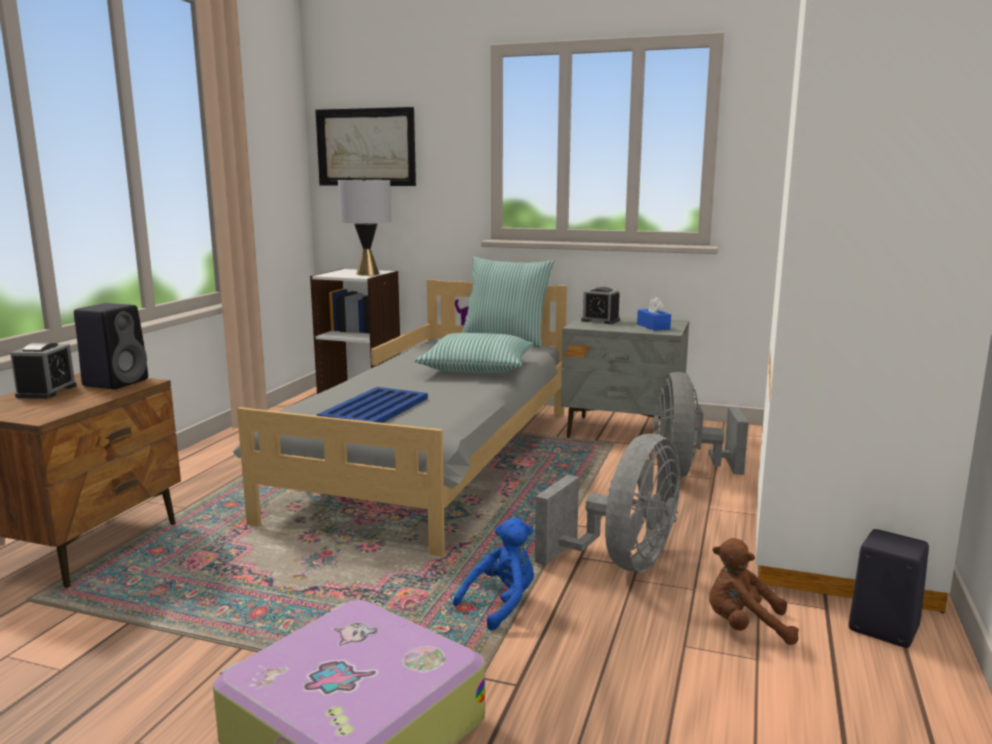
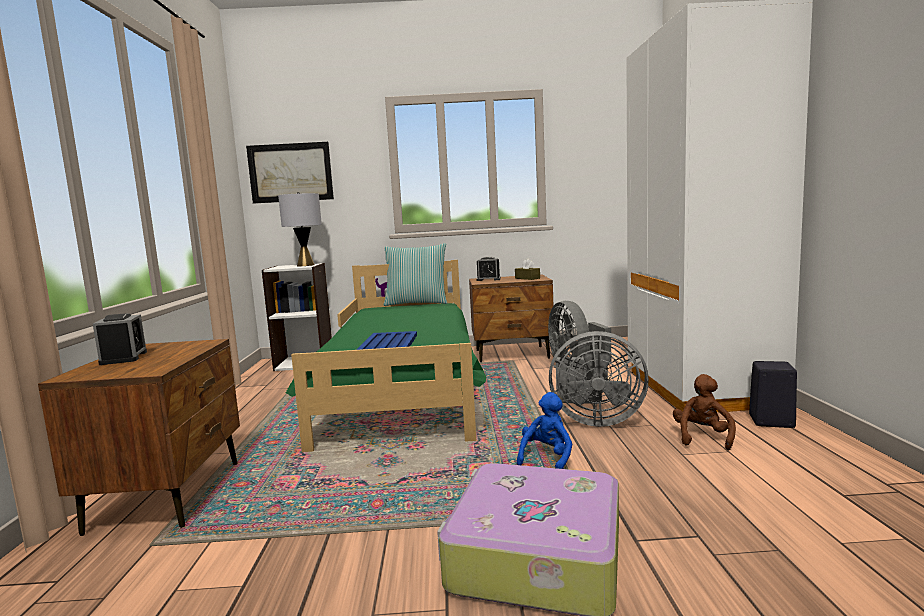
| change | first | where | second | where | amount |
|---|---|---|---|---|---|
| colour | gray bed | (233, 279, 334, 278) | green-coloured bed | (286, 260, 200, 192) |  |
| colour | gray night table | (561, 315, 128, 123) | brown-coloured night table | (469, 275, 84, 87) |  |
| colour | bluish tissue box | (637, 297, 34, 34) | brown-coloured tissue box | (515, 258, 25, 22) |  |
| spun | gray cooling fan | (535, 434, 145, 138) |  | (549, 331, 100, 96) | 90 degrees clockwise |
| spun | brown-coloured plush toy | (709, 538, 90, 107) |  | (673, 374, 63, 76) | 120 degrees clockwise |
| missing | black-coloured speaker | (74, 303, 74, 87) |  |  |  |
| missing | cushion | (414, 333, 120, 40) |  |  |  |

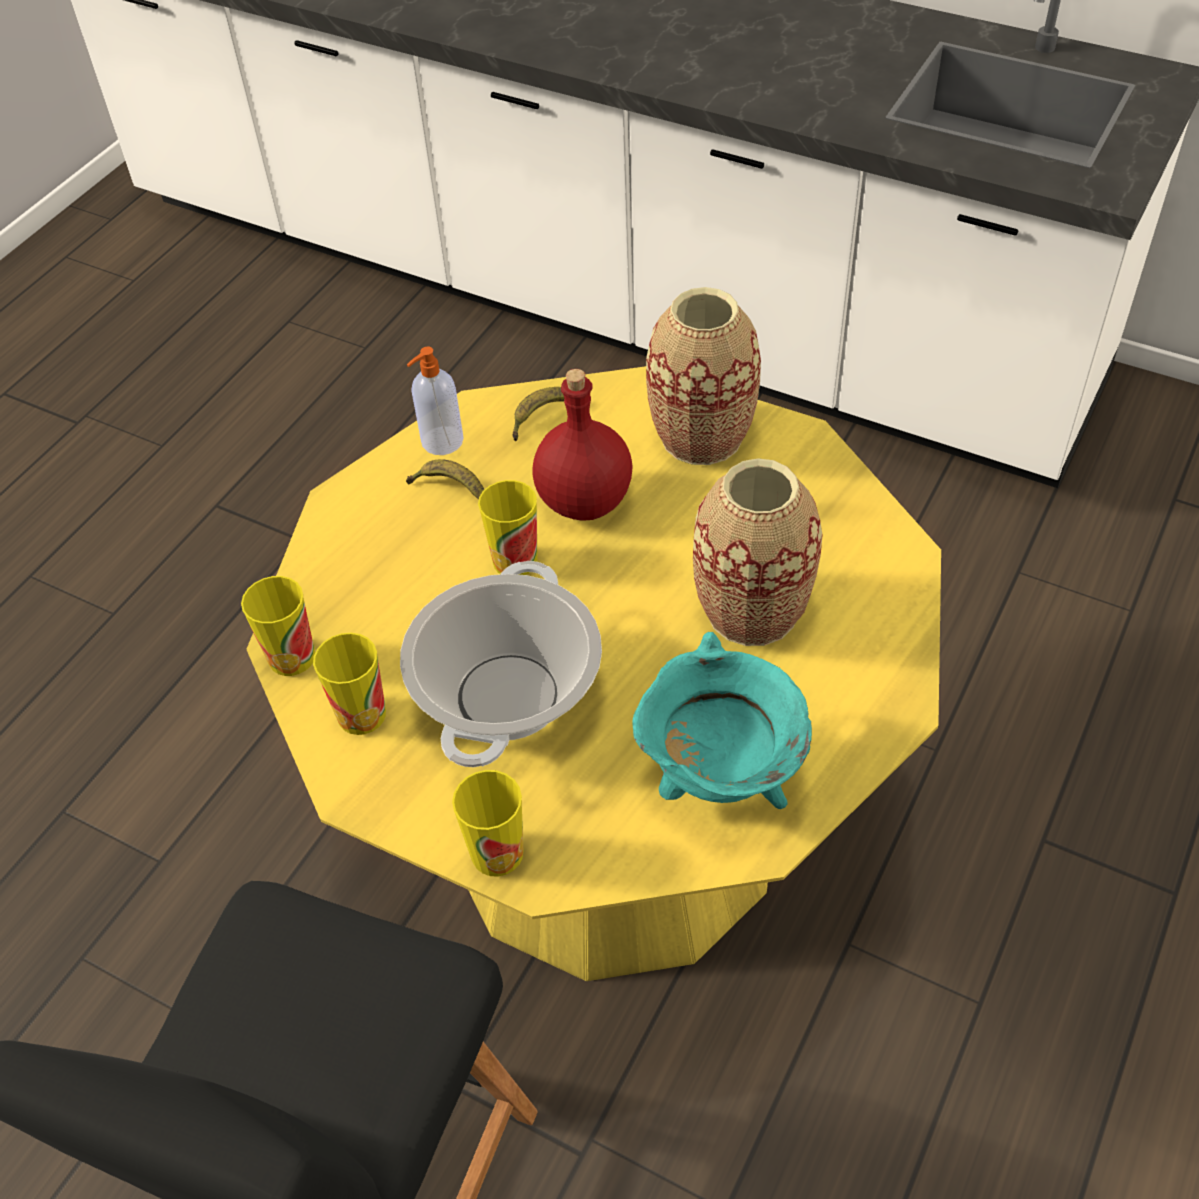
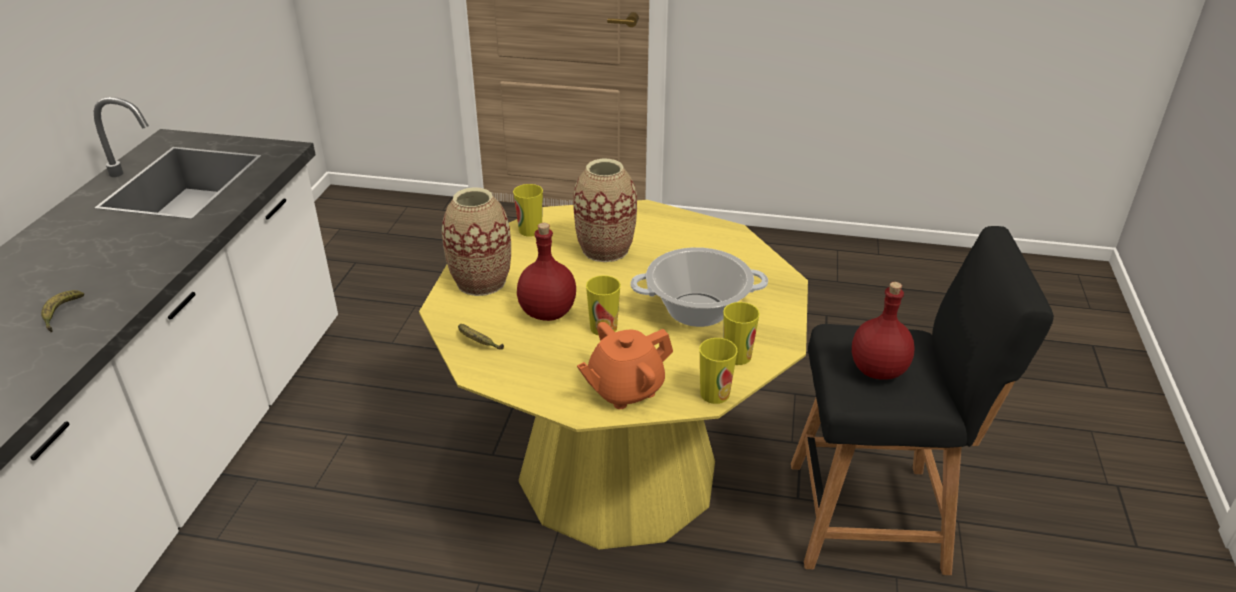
| change | first | where | second | where | amount |
|---|---|---|---|---|---|
| relocated | whole banana | (406, 459, 78, 40) |  | (41, 290, 43, 42) |  |
| relocated | small cup | (452, 770, 71, 107) |  | (513, 184, 30, 53) |  |
| appeared |  |  | orange tea pot | (577, 322, 96, 87) |  |
| appeared |  |  | red-coloured bottle | (852, 282, 62, 98) |  |
| missing | liquid soap bottle | (407, 347, 57, 108) |  |  |  |
| missing | blue-green cooking pot | (632, 632, 180, 177) |  |  |  |

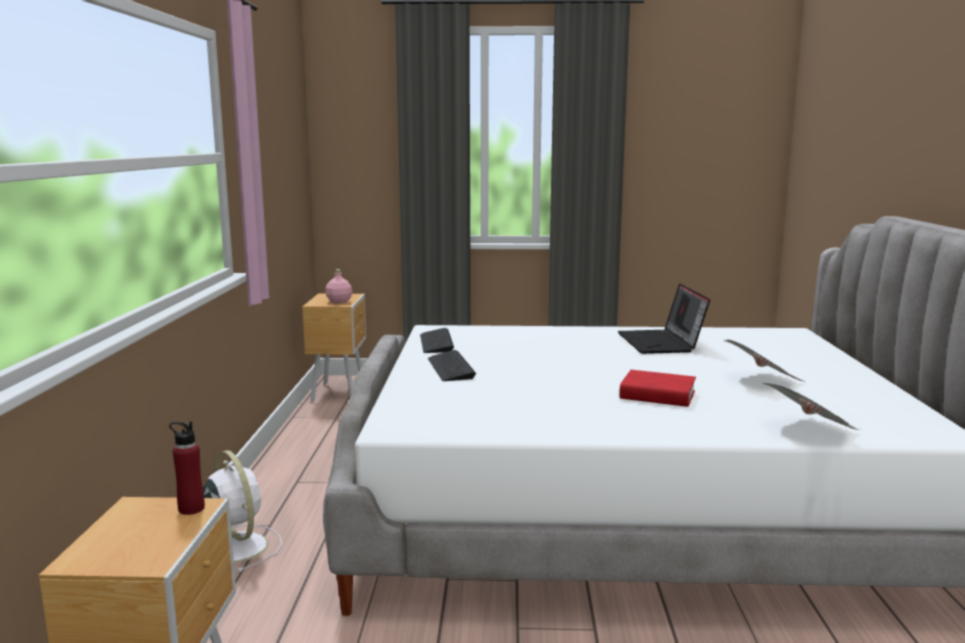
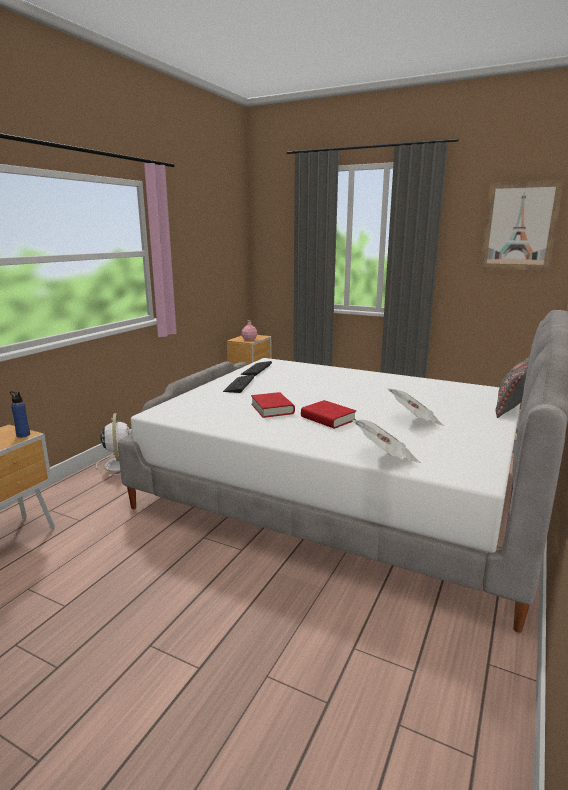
| change | first | where | second | where | amount |
|---|---|---|---|---|---|
| colour | red-coloured bottle | (169, 421, 36, 94) | bluish bottle | (10, 391, 20, 47) |  |
| appeared |  |  | red-coloured volume | (251, 392, 44, 26) |  |
| appeared |  |  | wall picture | (480, 180, 84, 91) |  |
| appeared |  |  | gray cushion | (496, 356, 34, 62) |  |
| missing | notebook computer | (618, 283, 92, 71) |  |  |  |

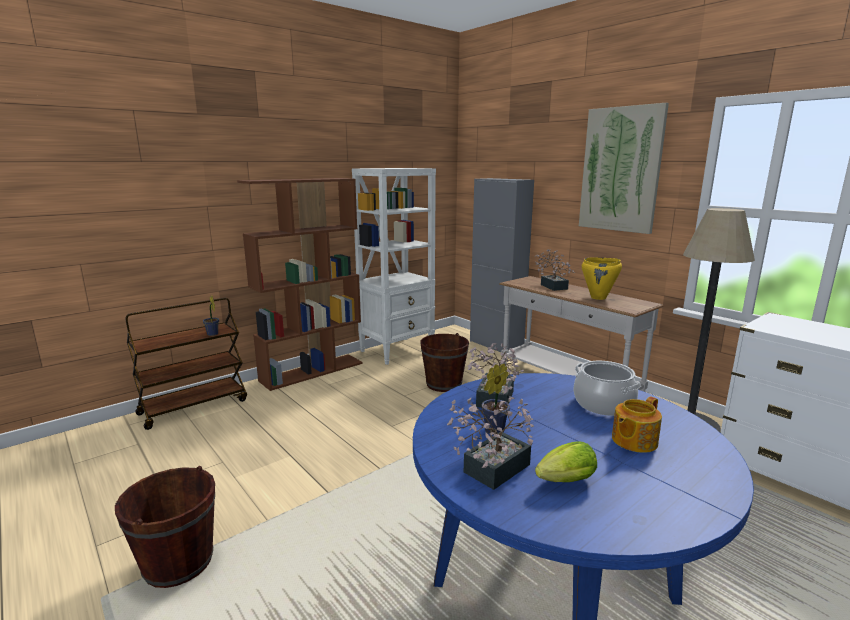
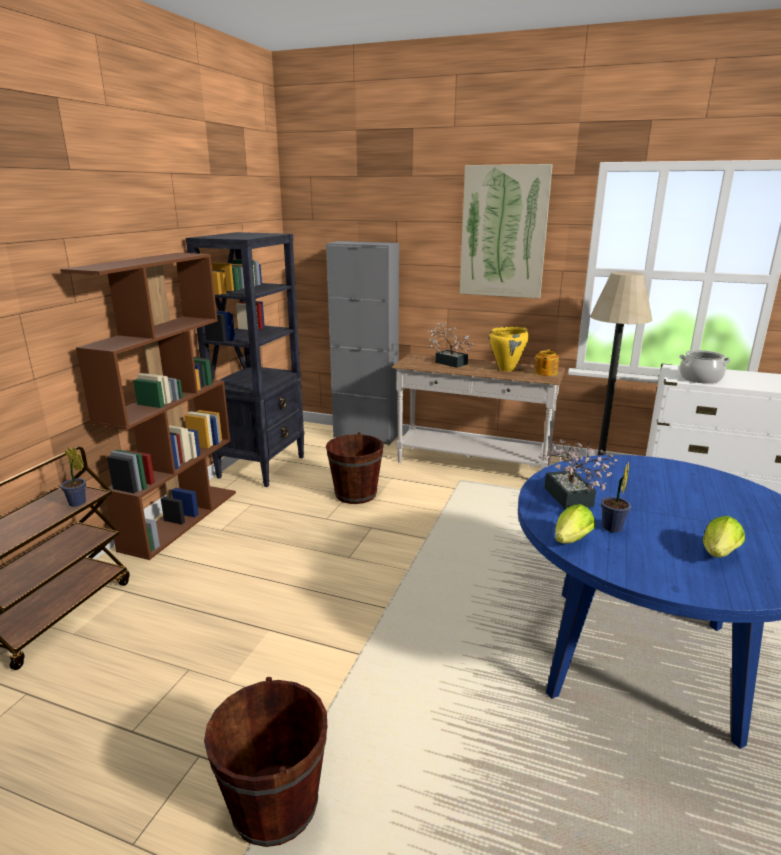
| change | first | where | second | where | amount |
|---|---|---|---|---|---|
| colour | whitish bookshelf | (352, 168, 84, 197) | black-coloured bookshelf | (186, 232, 119, 255) |  |
| relocated | tea pot | (612, 397, 50, 56) |  | (534, 349, 25, 27) |  |
| appeared |  |  | lettuce head | (555, 504, 41, 40) |  |
| relocated | cooking pot | (574, 361, 67, 55) |  | (679, 350, 51, 34) |  |
| missing | houseplant | (447, 397, 87, 93) |  |  |  |

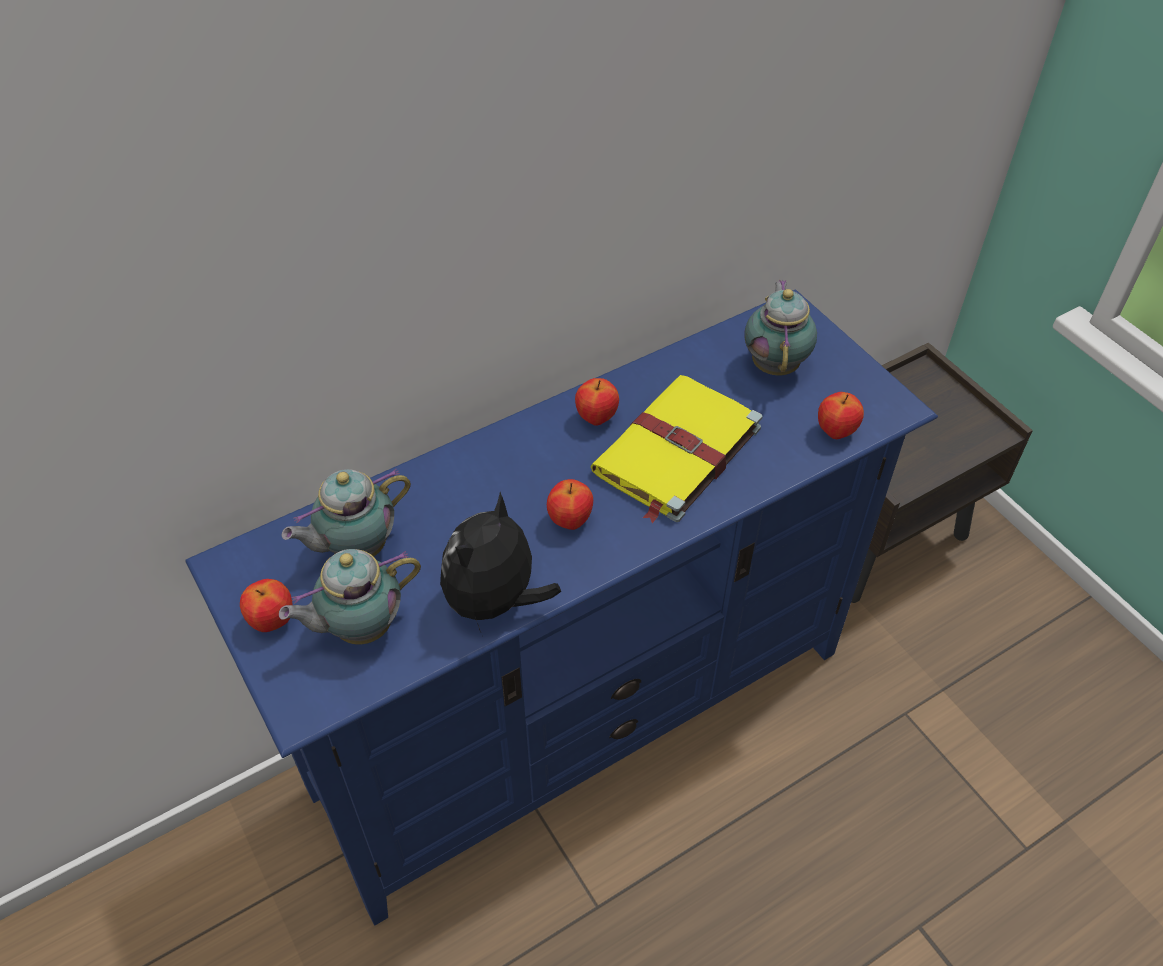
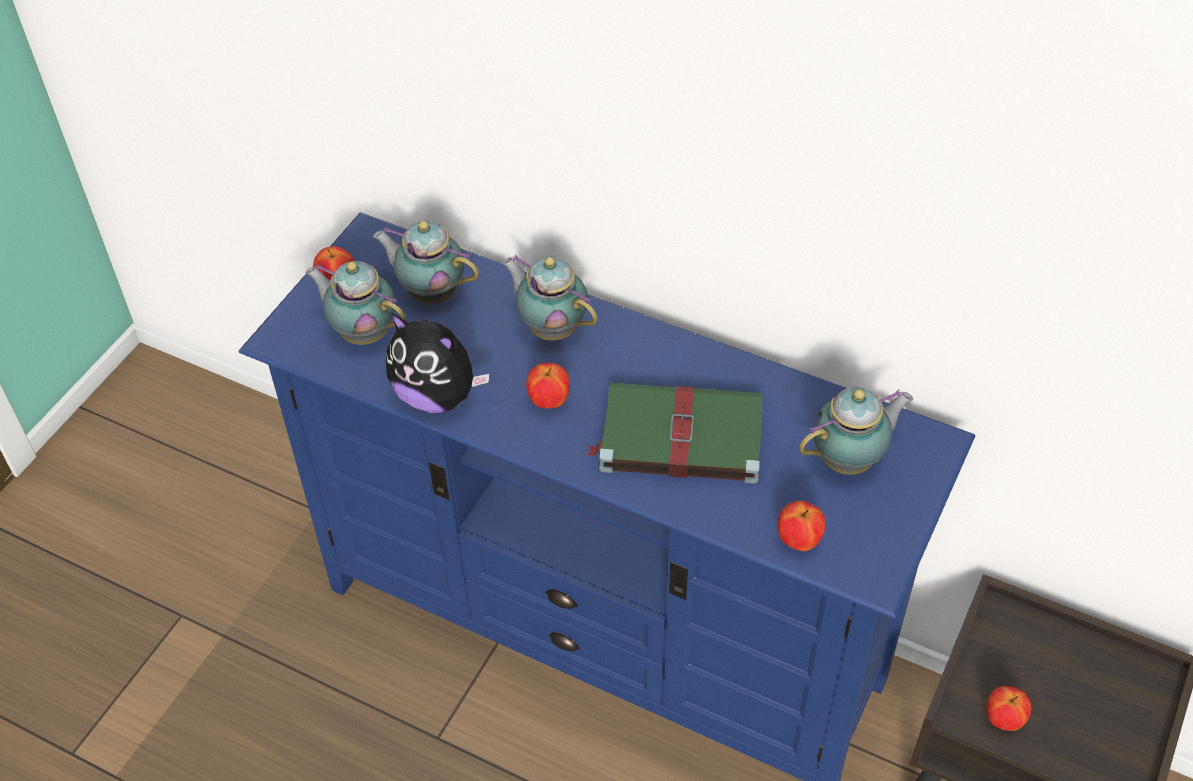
| change | first | where | second | where | amount |
|---|---|---|---|---|---|
| spun | plush toy | (440, 492, 121, 140) |  | (386, 313, 103, 100) | 150 degrees counterclockwise |
| appeared |  |  | tea pot | (502, 255, 96, 85) |  |
| colour | yellow-coloured volume | (591, 375, 172, 148) | green-coloured volume | (587, 382, 176, 102) |  |
| relocated | whole apple | (575, 378, 44, 48) |  | (987, 686, 44, 45) |  |

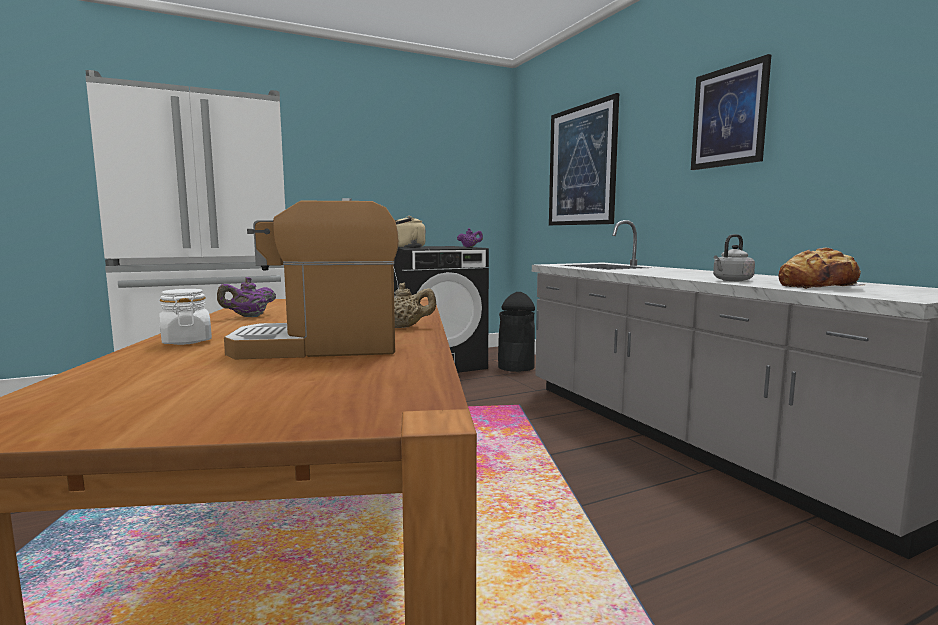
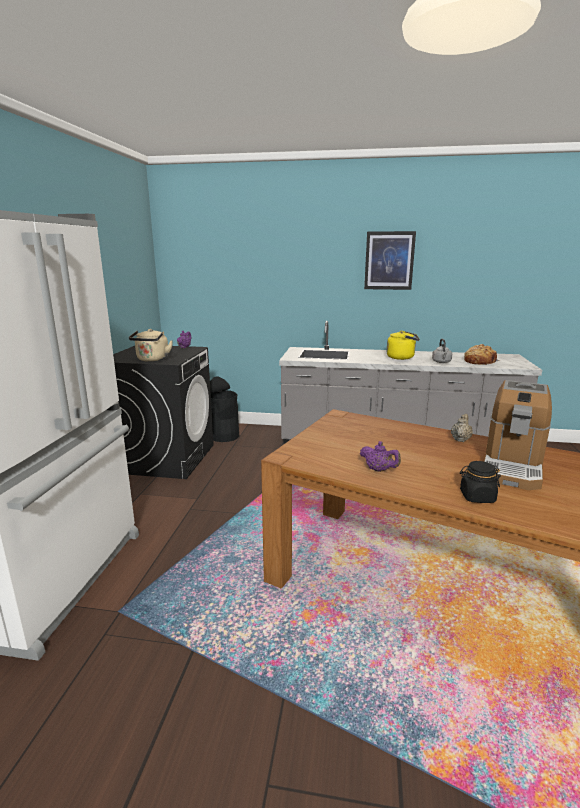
| change | first | where | second | where | amount |
|---|---|---|---|---|---|
| spun | purple-coloured tea pot | (217, 277, 59, 40) |  | (360, 441, 41, 31) | 45 degrees counterclockwise |
| appeared |  |  | yellow-coloured water kettle | (387, 331, 33, 29) |  |
| colour | whitish preserve jar | (159, 289, 53, 56) | black-coloured preserve jar | (460, 461, 41, 42) |  |
| missing | wall picture | (549, 93, 70, 132) |  |  |  |

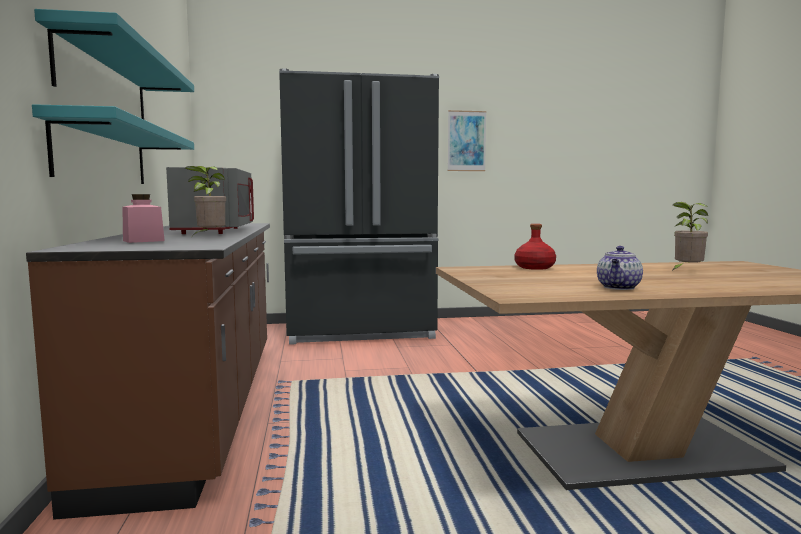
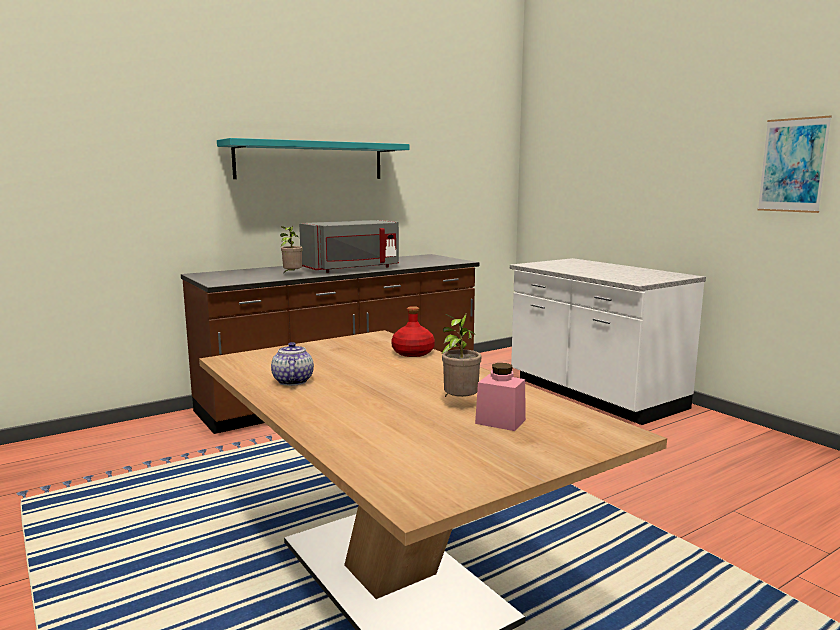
| change | first | where | second | where | amount |
|---|---|---|---|---|---|
| spun | tea pot | (597, 246, 46, 44) |  | (271, 342, 43, 44) | 75 degrees clockwise |
| relocated | pinkish preserve jar | (122, 194, 43, 49) |  | (475, 363, 51, 68) |  |
| exchanged | black-coloured kitchen fridge | (279, 68, 160, 277) | whitish counter | (510, 258, 196, 167) |  |
| missing | blue-green bracket shelf | (32, 104, 162, 80) |  |  |  |

